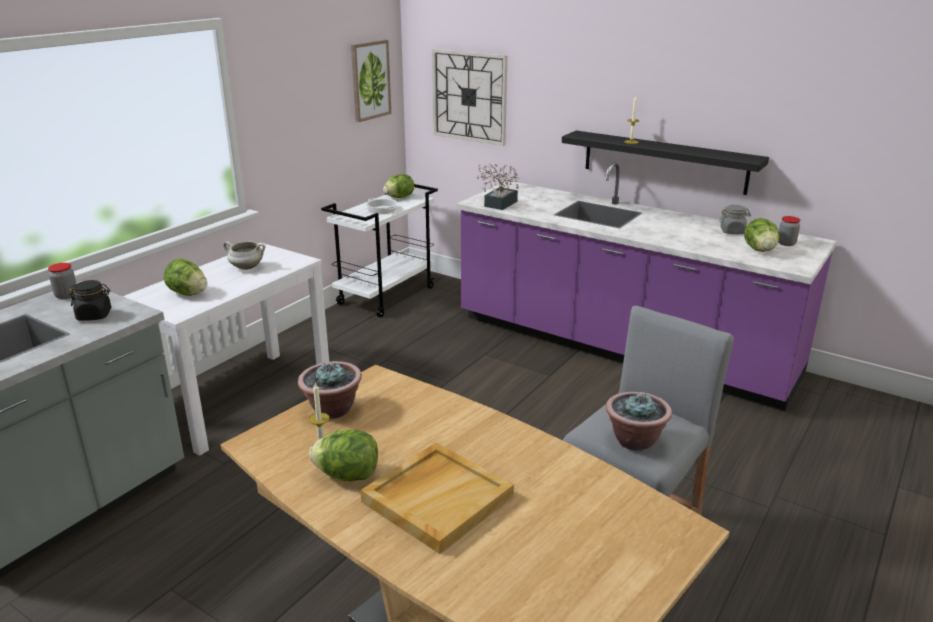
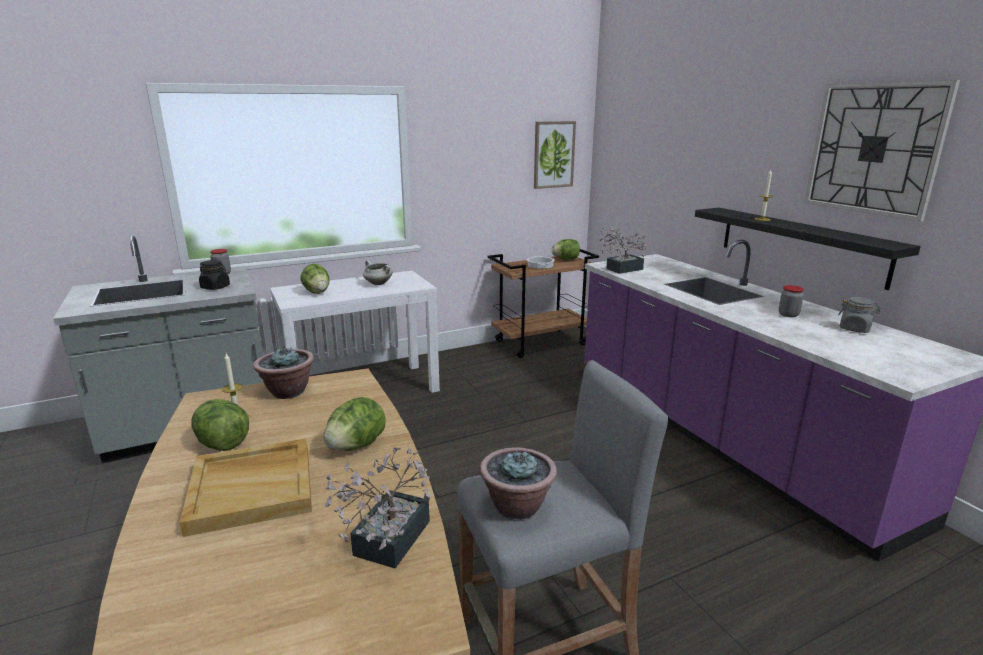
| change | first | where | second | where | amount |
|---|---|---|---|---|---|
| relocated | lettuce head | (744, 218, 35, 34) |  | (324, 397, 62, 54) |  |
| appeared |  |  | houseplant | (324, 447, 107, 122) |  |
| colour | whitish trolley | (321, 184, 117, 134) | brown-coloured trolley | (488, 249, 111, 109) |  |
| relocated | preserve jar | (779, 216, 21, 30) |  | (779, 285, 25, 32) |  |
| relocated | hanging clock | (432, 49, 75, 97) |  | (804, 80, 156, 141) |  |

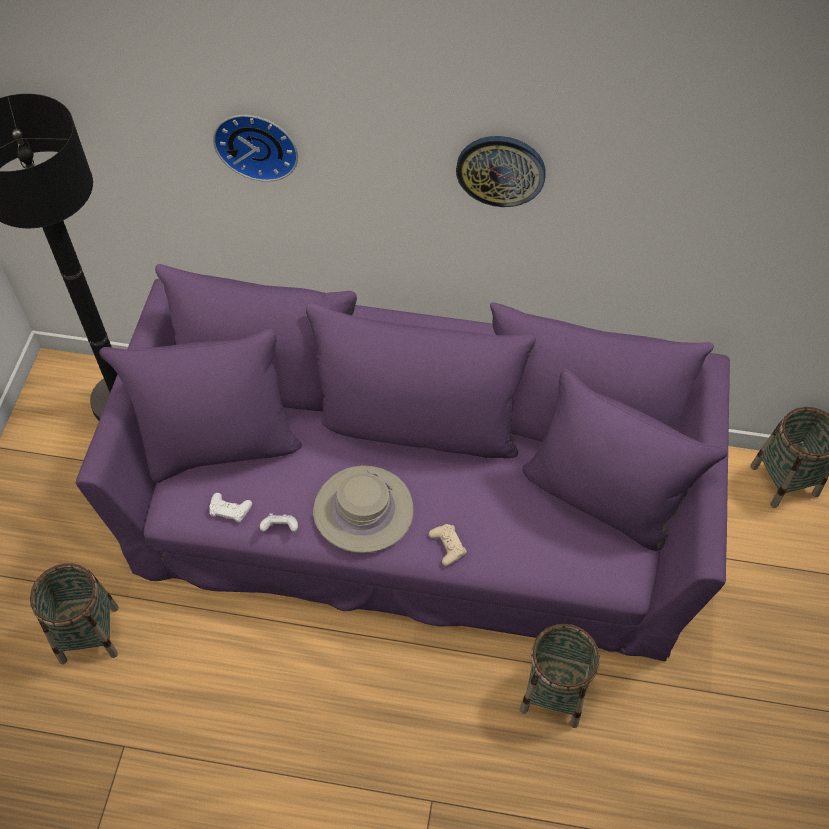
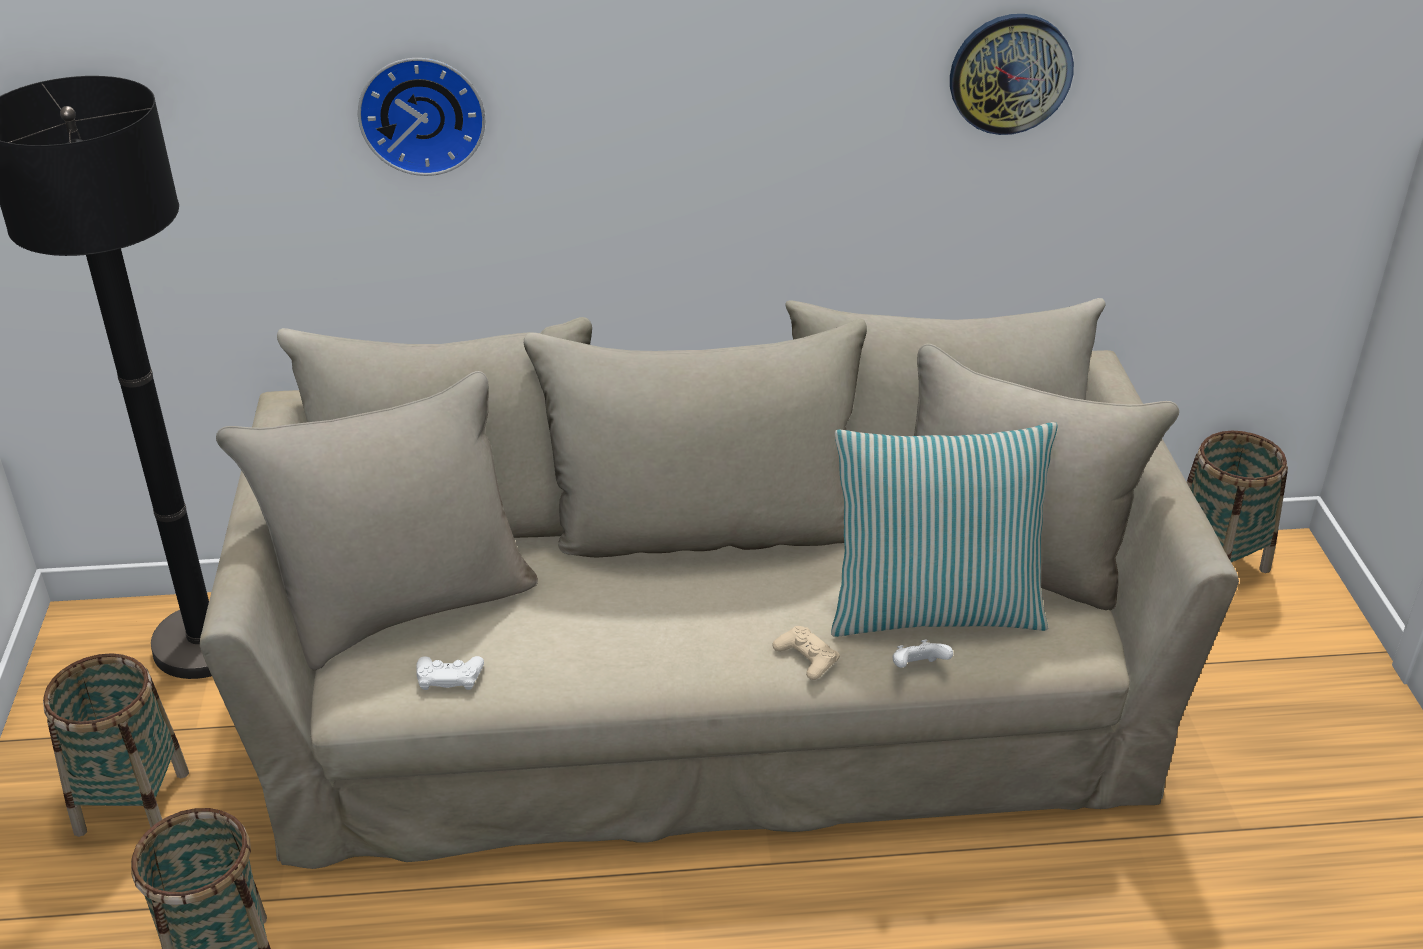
| change | first | where | second | where | amount |
|---|---|---|---|---|---|
| relocated | household basket | (520, 624, 80, 104) |  | (43, 653, 146, 184) |  |
| colour | purple-coloured settee | (76, 264, 654, 397) | beige settee | (200, 298, 1039, 571) |  |
| appeared |  |  | cushion | (831, 422, 227, 215) |  |
| relocated | whitish gamepad | (260, 513, 38, 19) |  | (893, 639, 60, 29) |  |
| relocated | hanging clock | (456, 136, 90, 71) |  | (950, 14, 124, 121) |  |
| missing | beige hat | (313, 466, 101, 87) |  |  |  |

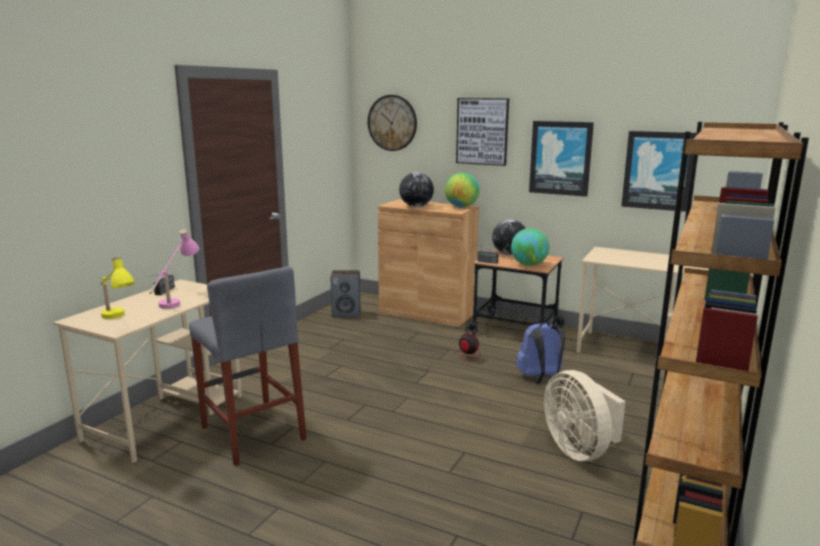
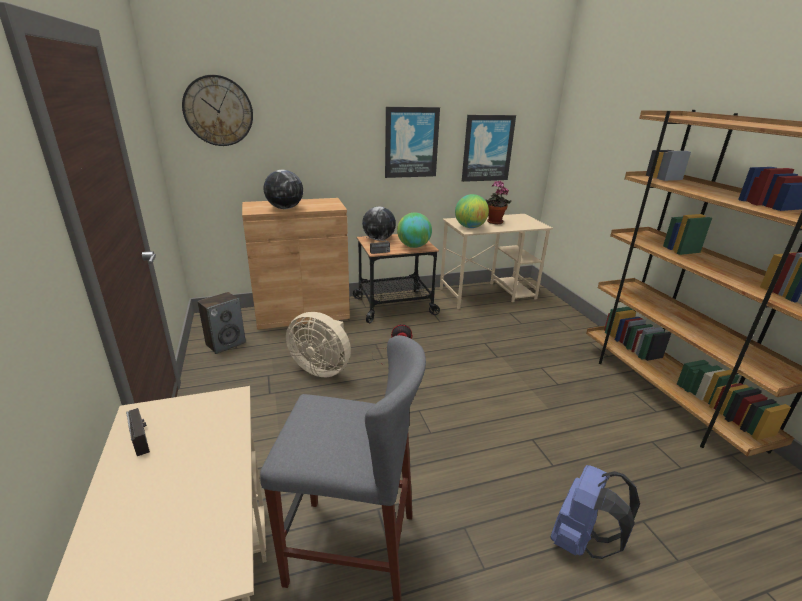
| change | first | where | second | where | amount |
|---|---|---|---|---|---|
| relocated | beige cooling fan | (544, 370, 82, 91) |  | (286, 312, 65, 65) |  |
| relocated | globe | (445, 172, 35, 35) |  | (455, 194, 34, 34) |  |
| appeared |  |  | houseplant | (485, 180, 27, 44) |  |
| relocated | bluish rucksack | (516, 322, 49, 62) |  | (550, 465, 90, 94) |  |
| missing | yellow-coloured table lamp | (100, 256, 35, 63) |  |  |  |
| missing | pinkish table lamp | (149, 229, 50, 80) |  |  |  |
| missing | wall picture | (456, 98, 53, 68) |  |  |  |

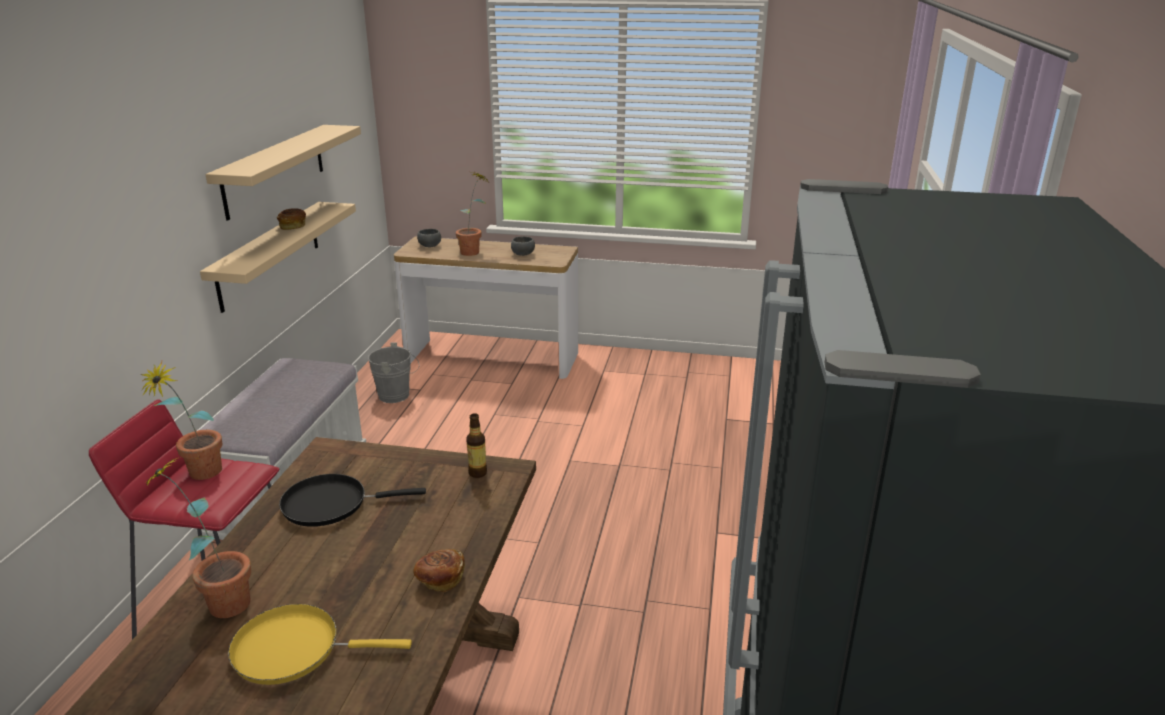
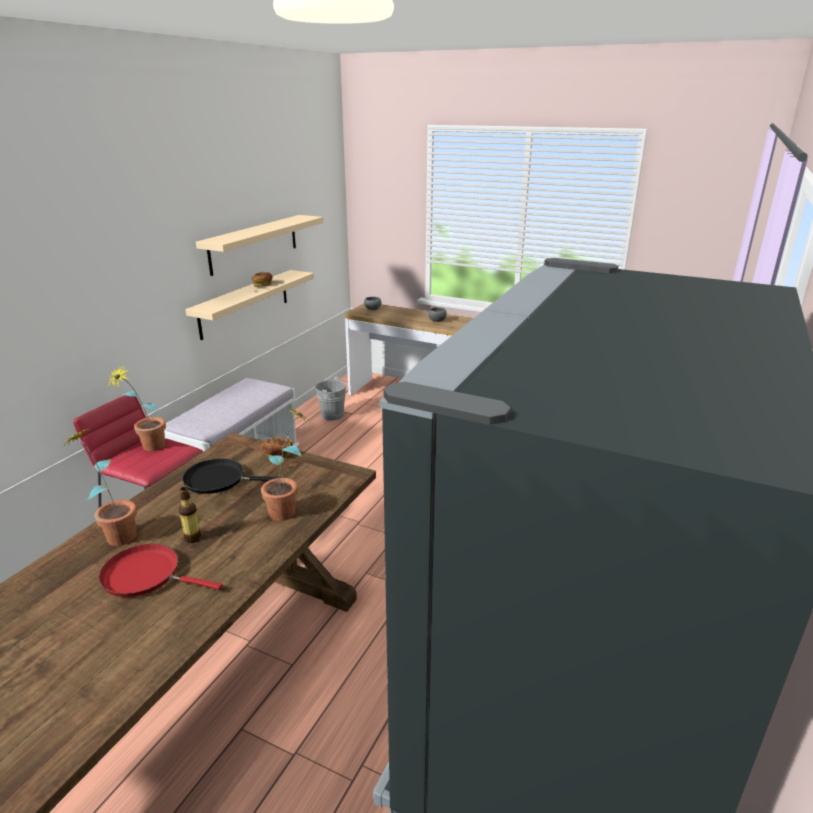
| change | first | where | second | where | amount |
|---|---|---|---|---|---|
| colour | yellow-coloured skillet | (228, 604, 184, 81) | red-coloured skillet | (99, 544, 124, 53) |  |
| relocated | bottle | (466, 413, 21, 65) |  | (179, 487, 23, 56) |  |
| relocated | houseplant | (456, 172, 31, 84) |  | (261, 407, 49, 114) |  |
| relocated | bread | (413, 549, 52, 43) |  | (261, 437, 32, 21) |  |

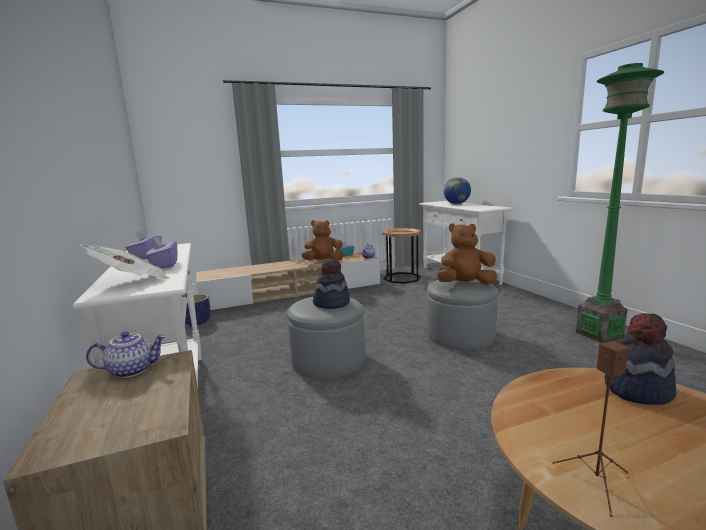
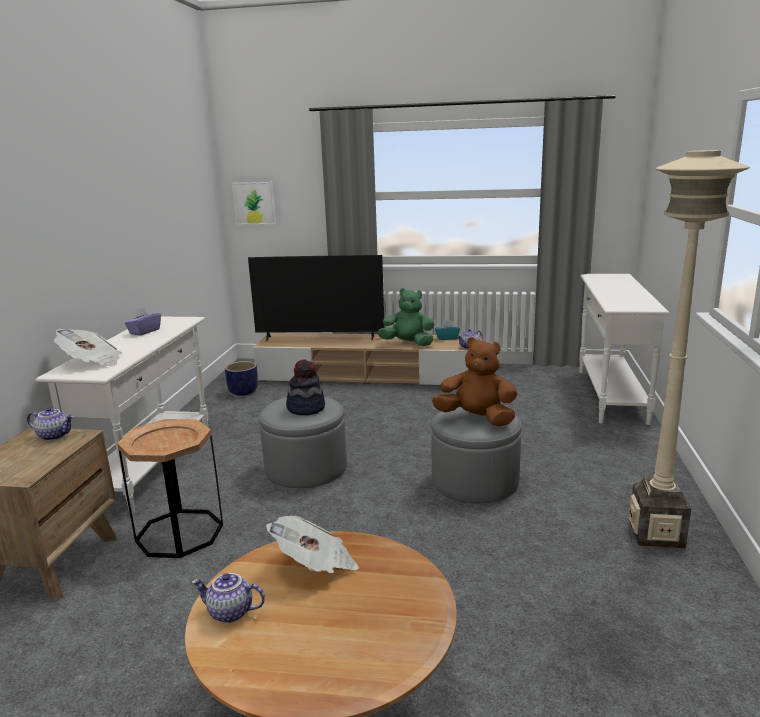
| change | first | where | second | where | amount |
|---|---|---|---|---|---|
| relocated | brown-coloured side table | (382, 228, 39, 56) |  | (117, 419, 106, 139) |  |
| exchanged | brown-coloured speaker | (552, 341, 77, 176) | tea pot | (192, 573, 73, 50) |  |
| appeared |  |  | wall picture | (232, 182, 44, 43) |  |
| appeared |  |  | television | (248, 255, 137, 86) |  |
| appeared |  |  | newspaper | (266, 516, 93, 57) |  |
| colour | brown-coloured plush toy | (301, 220, 43, 41) | green-coloured plush toy | (377, 288, 57, 58) |  |
| colour | green-coloured standard lamp | (576, 63, 88, 280) | beige standard lamp | (629, 150, 121, 398) |  |
| missing | purple-coloured tissue box | (146, 236, 31, 32) |  |  |  |
| missing | globe | (443, 177, 28, 27) |  |  |  |
| missing | hat | (605, 313, 71, 92) |  |  |  |

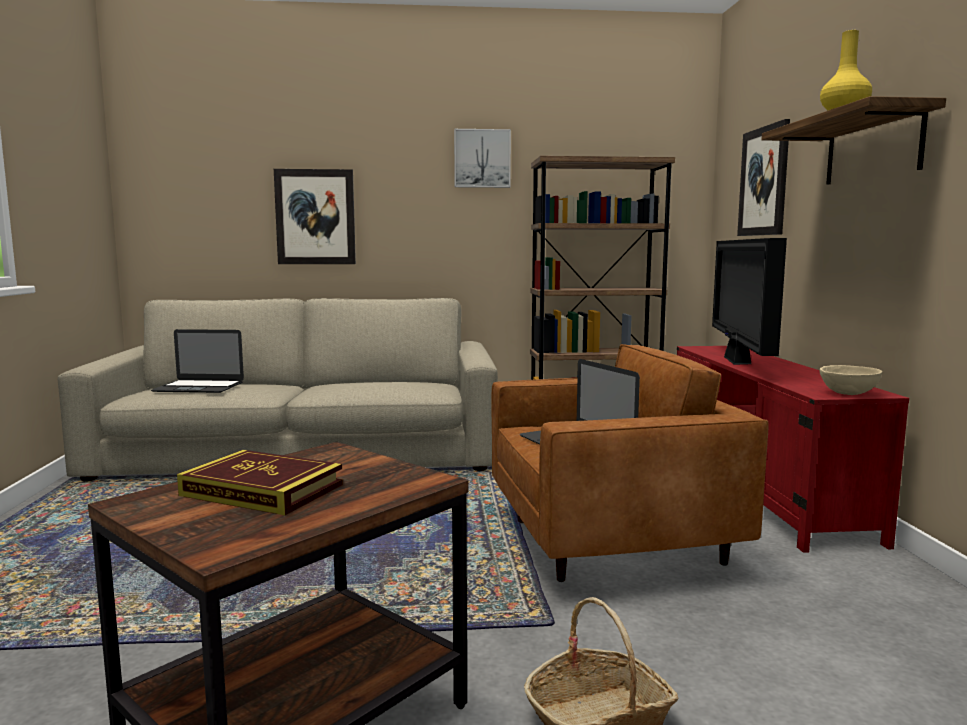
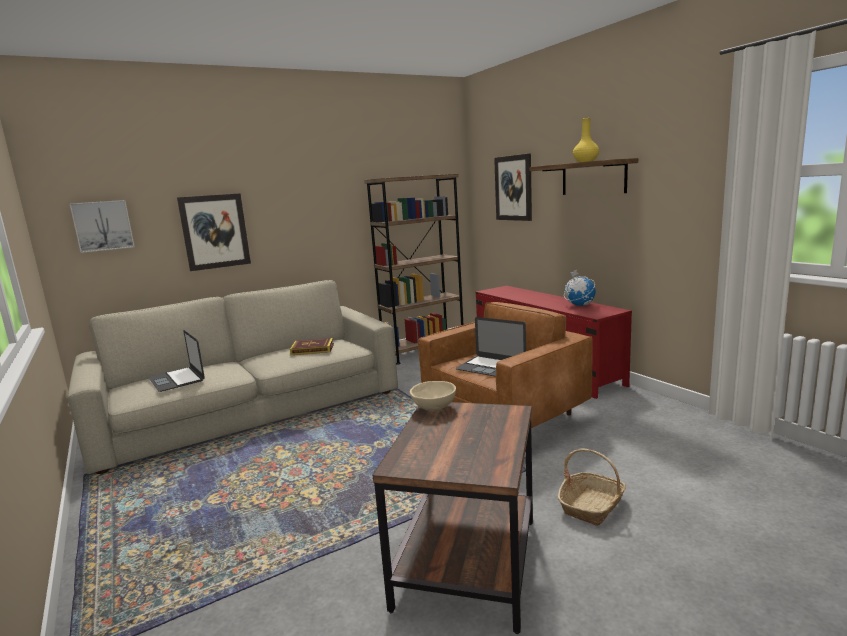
| change | first | where | second | where | amount |
|---|---|---|---|---|---|
| relocated | wall picture | (454, 129, 57, 59) |  | (70, 200, 65, 53) |  |
| spun | notebook computer | (151, 329, 93, 64) |  | (148, 330, 57, 62) | 75 degrees clockwise |
| relocated | volume | (177, 450, 166, 65) |  | (290, 338, 44, 17) |  |
| relocated | beige deep dish | (819, 365, 63, 30) |  | (410, 381, 46, 30) |  |
| appeared |  |  | globe | (564, 270, 32, 36) |  |
| missing | television | (712, 238, 75, 127) |  |  |  |

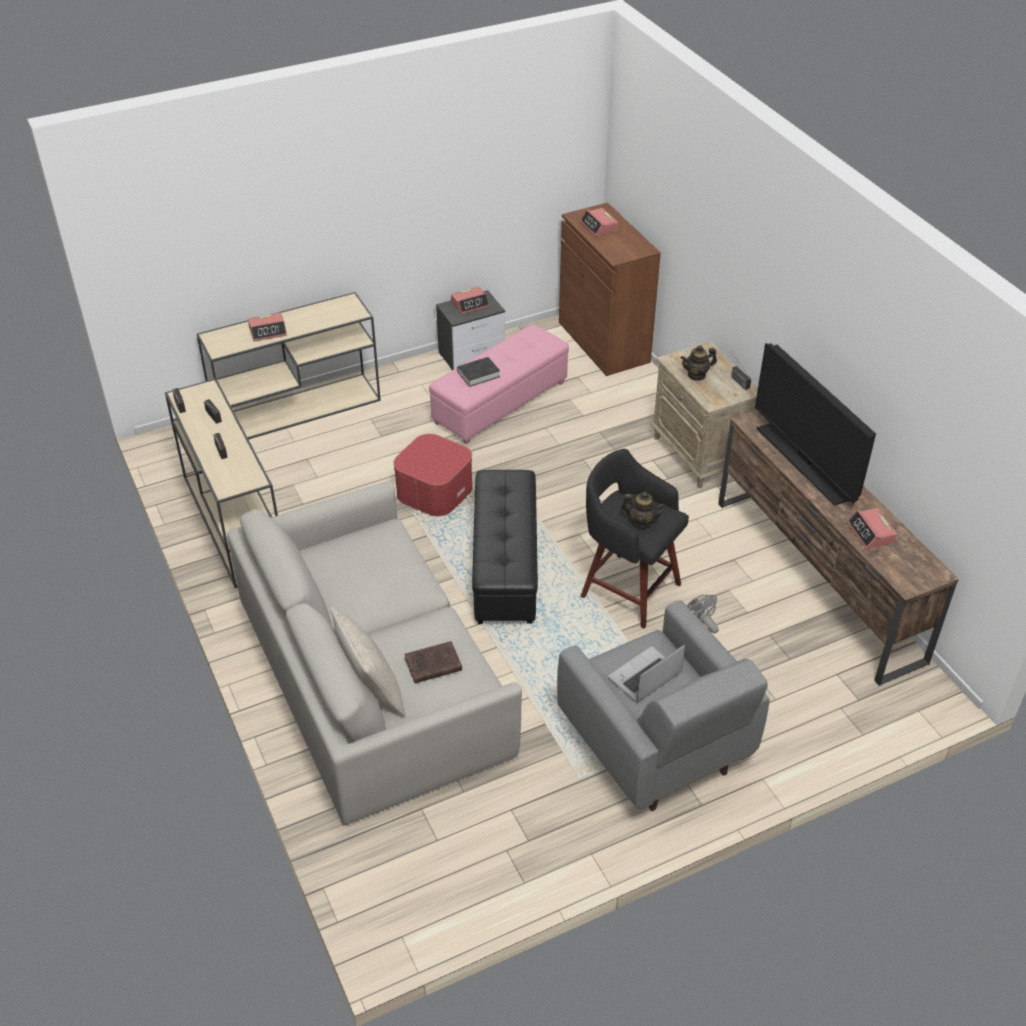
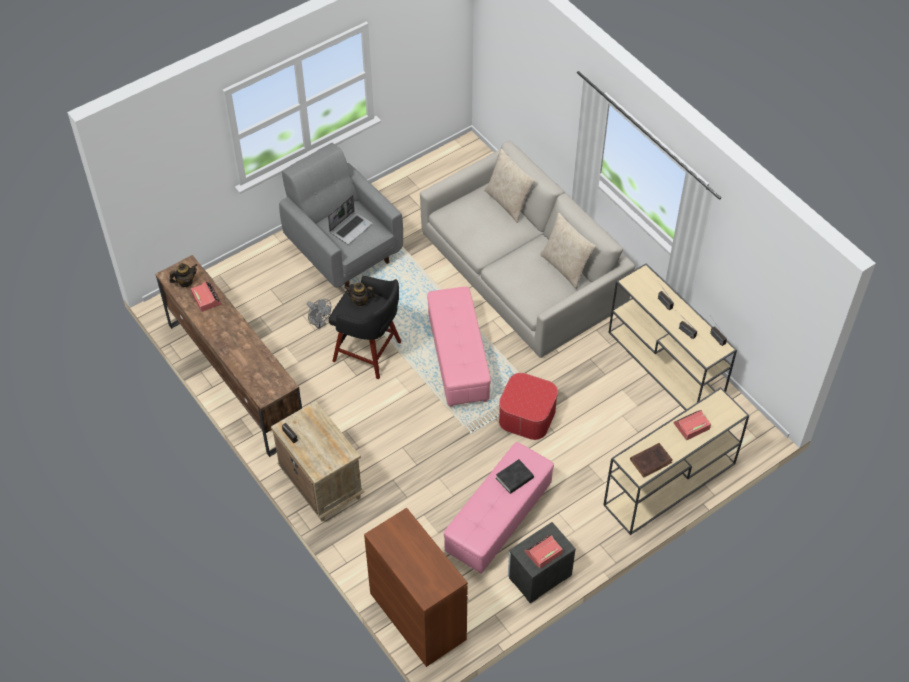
| change | first | where | second | where | amount |
|---|---|---|---|---|---|
| relocated | tea pot | (681, 345, 36, 36) |  | (169, 264, 28, 23) |  |
| colour | black-coloured pouffe | (472, 470, 66, 154) | pinkish pouffe | (427, 287, 64, 120) |  |
| appeared |  |  | beige cushion | (540, 213, 56, 76) |  |
| relocated | brown-coloured volume | (405, 641, 57, 42) |  | (630, 443, 42, 35) |  |
| missing | table clock | (580, 208, 38, 29) |  |  |  |
| missing | television | (755, 343, 121, 163) |  |  |  |

